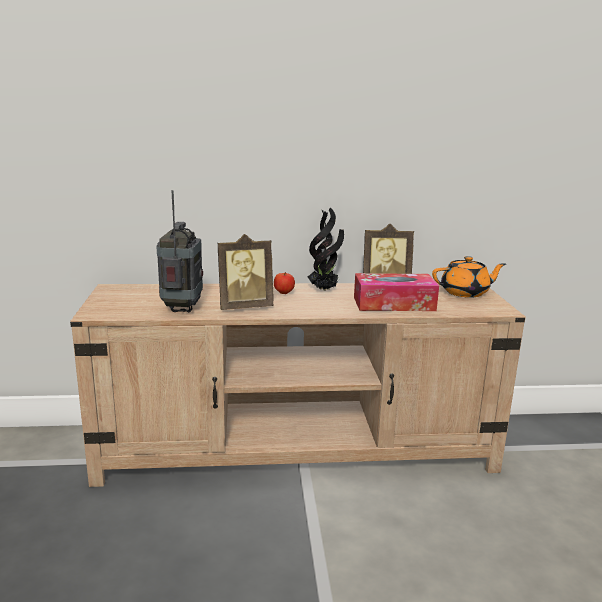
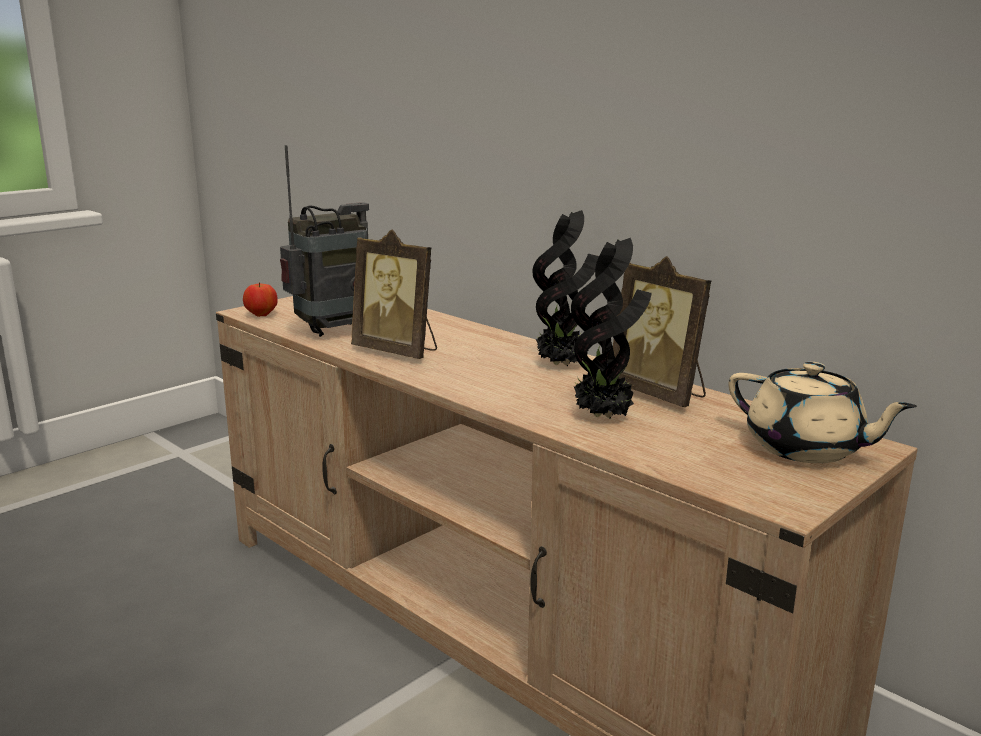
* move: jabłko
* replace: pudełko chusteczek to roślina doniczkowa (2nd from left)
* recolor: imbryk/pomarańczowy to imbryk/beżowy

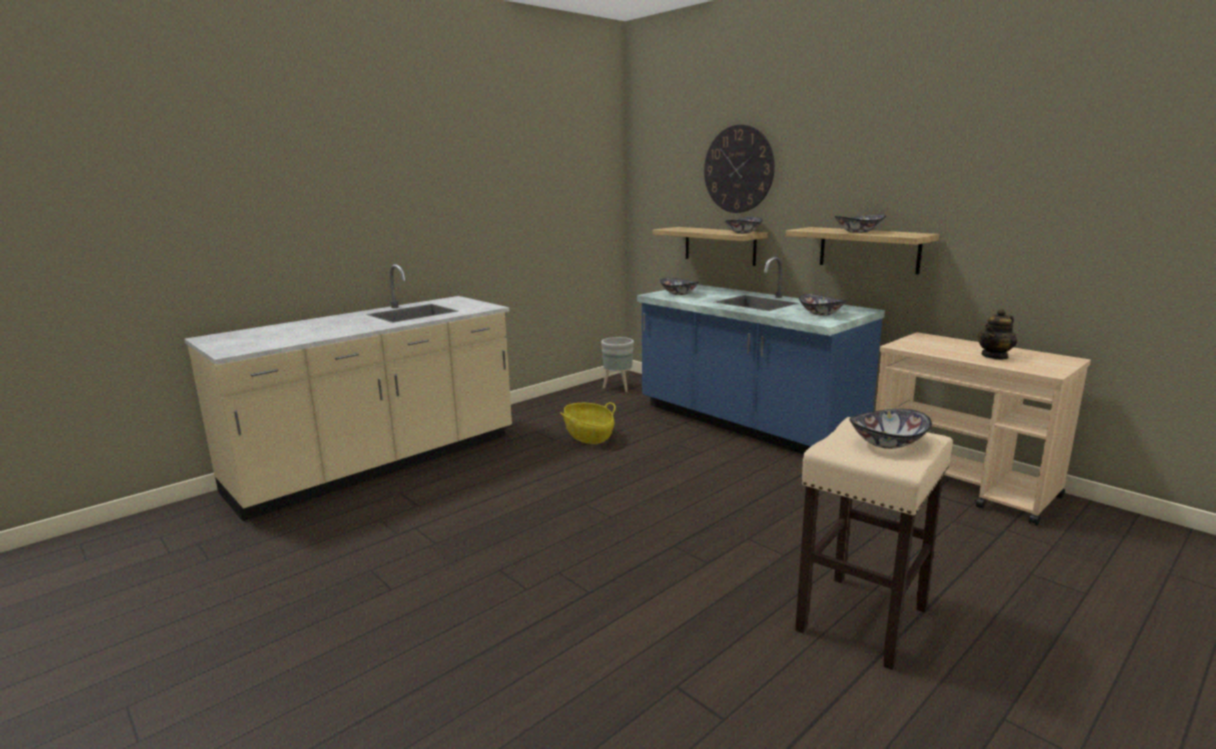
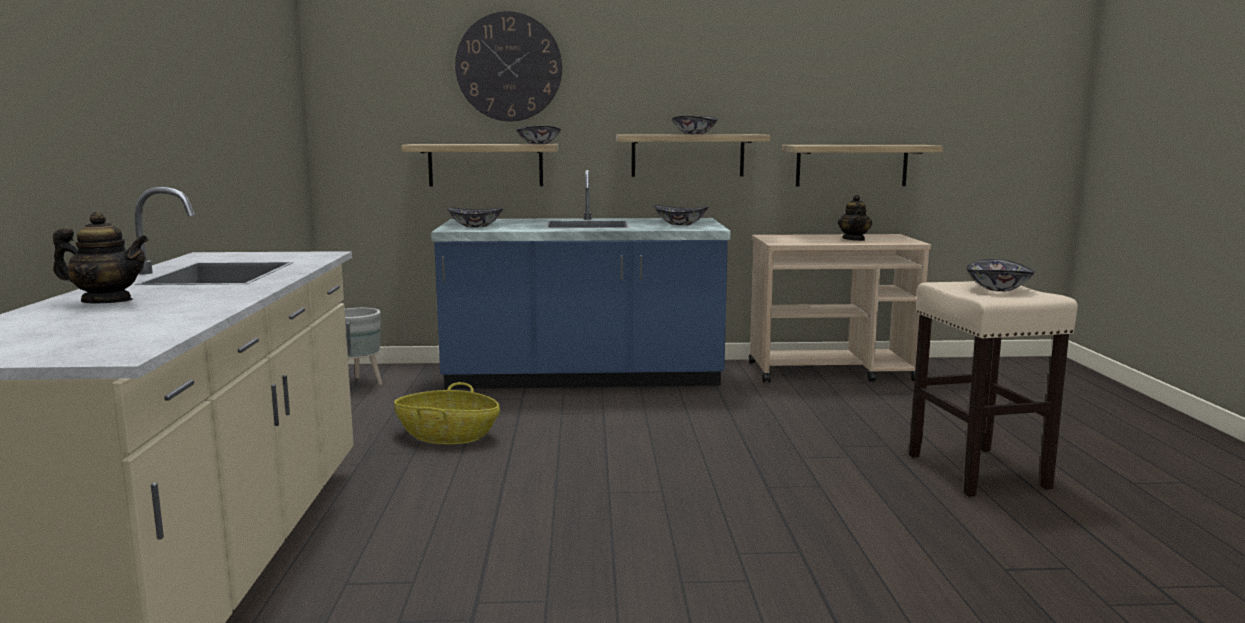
* insert: imbryk (1st from left)
* insert: półka (3rd from left)

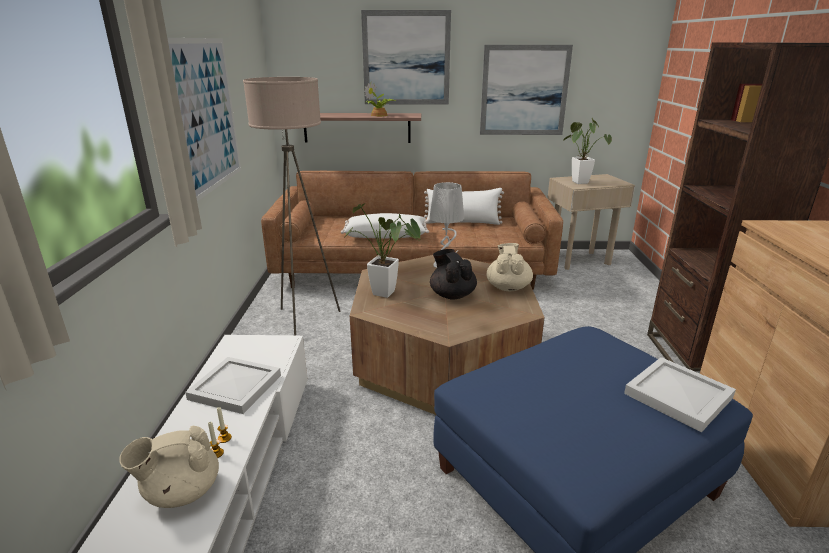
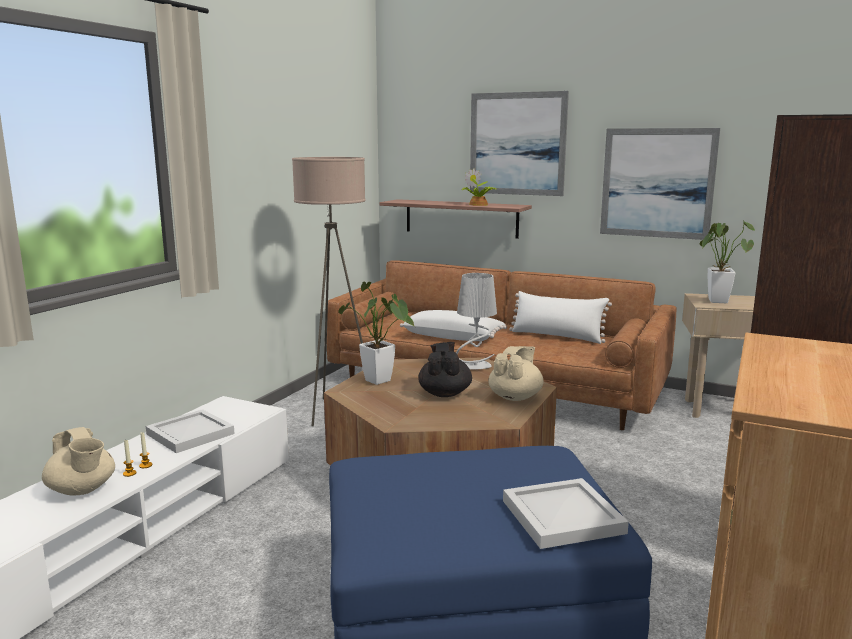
* rotate: imbryk/beżowy (1st from left) 135 degrees counterclockwise
* delete: obraz (1st from left)

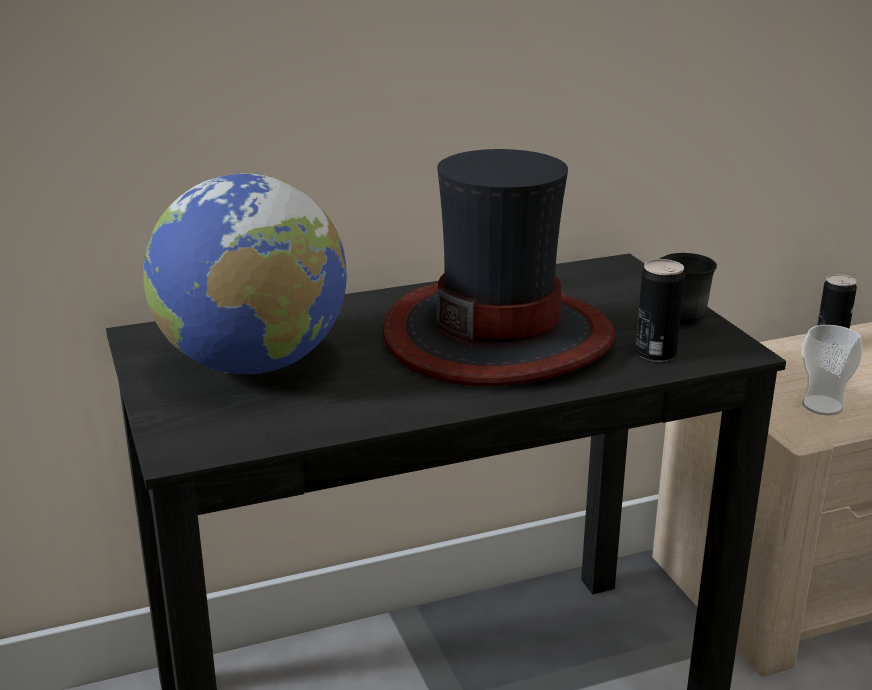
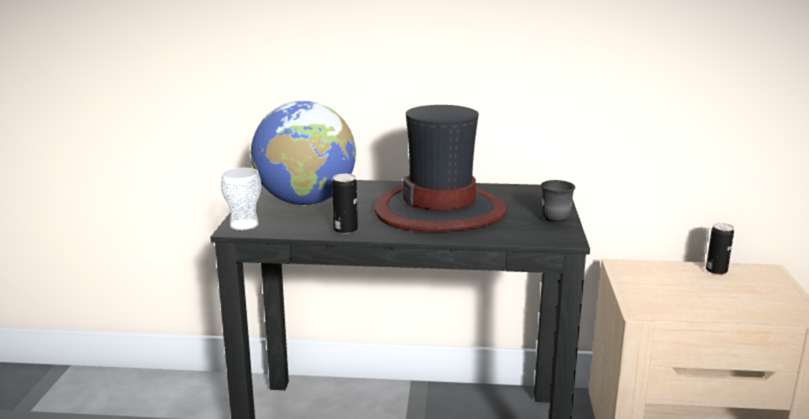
* move: filiżanka
* move: puszka (1st from left)

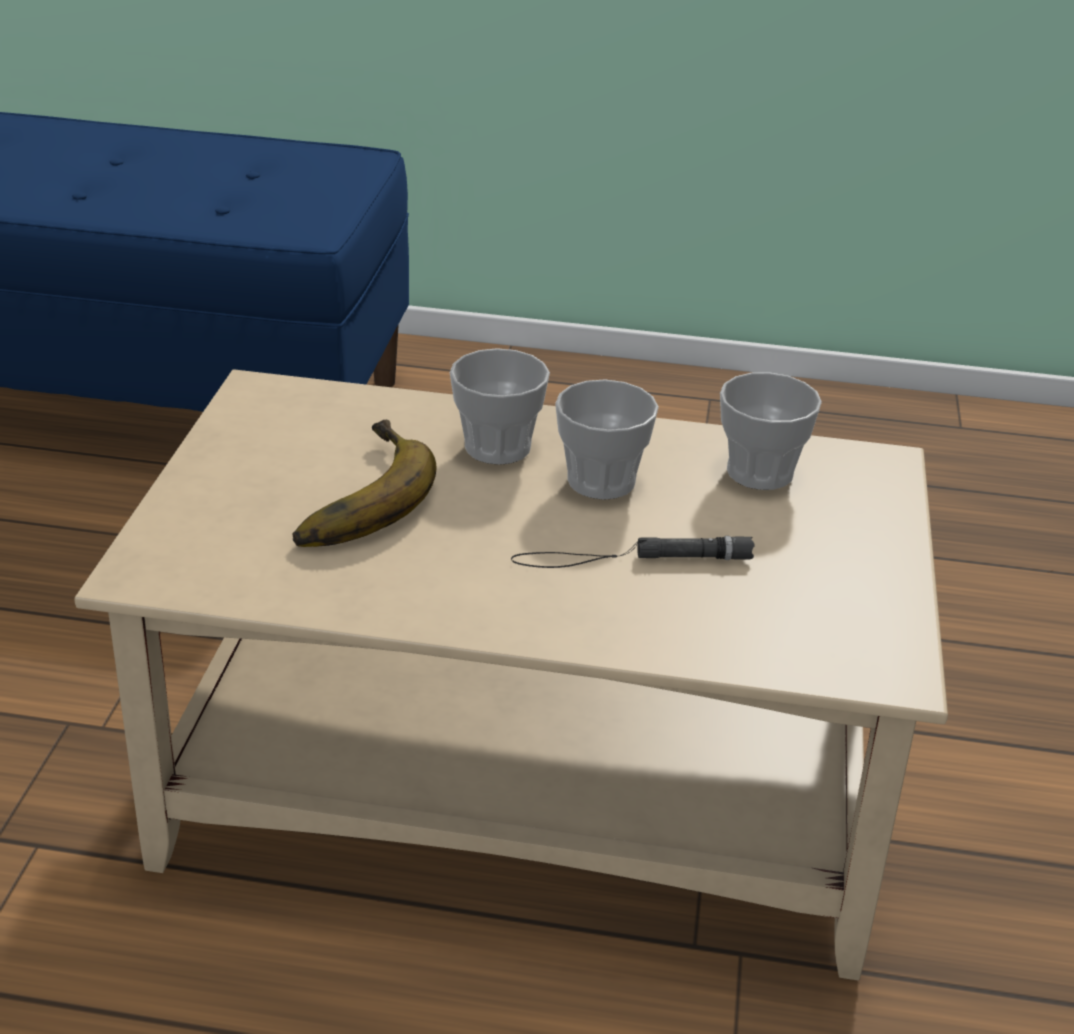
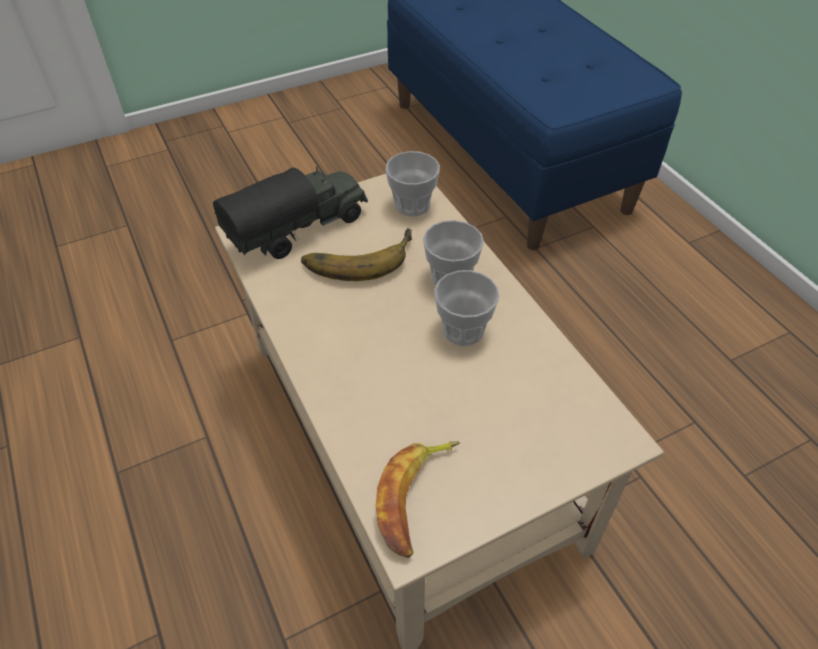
* insert: ciężarówka zabawkowa
* insert: banan (2nd from left)
* move: filiżanka (3rd from left in the first image) to filiżanka (1st from left)
* delete: latarka/czarny

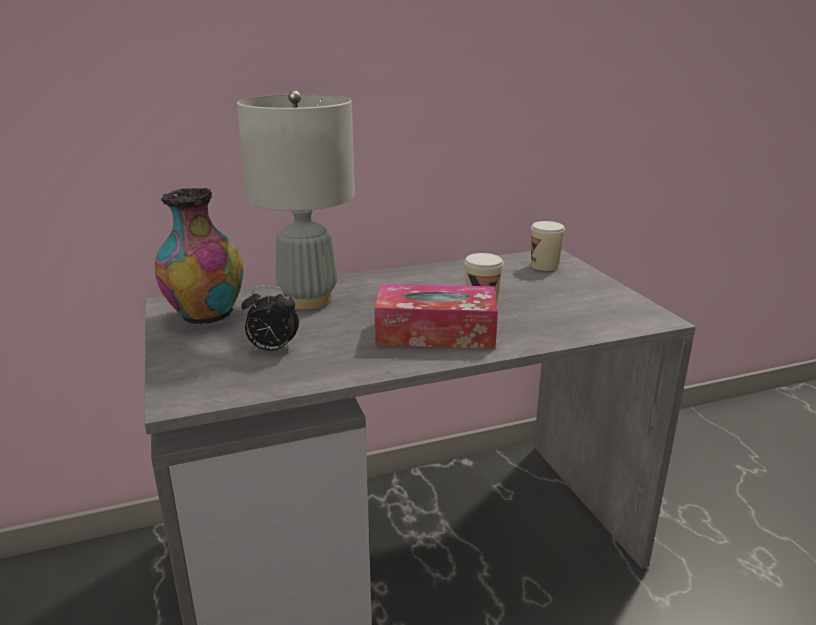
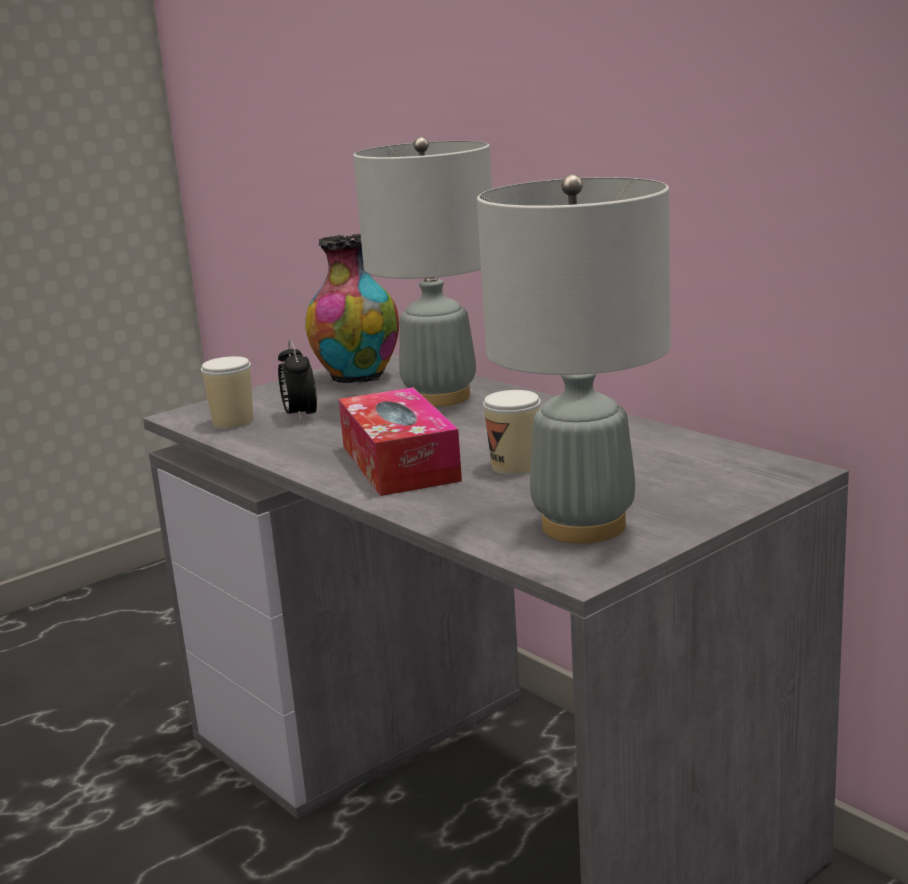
* move: filiżanka (2nd from left in the first image) to filiżanka (1st from left)
* insert: lampa stołowa/szary (2nd from left)

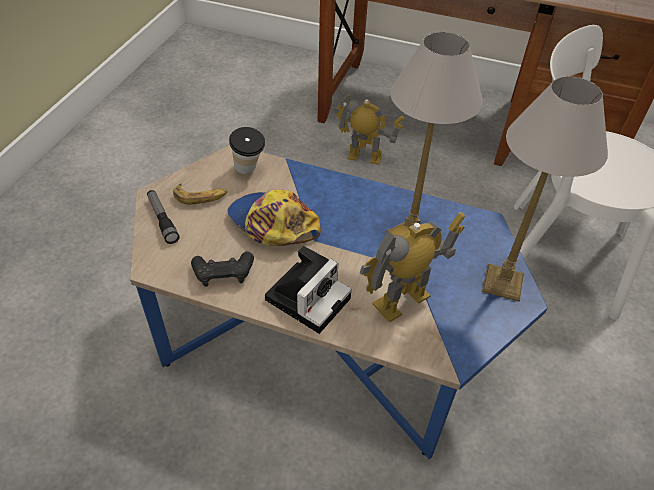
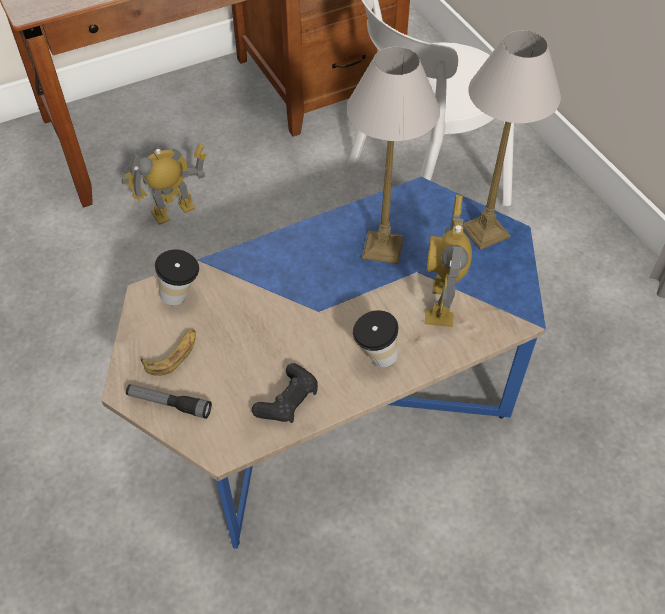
* replace: aparat fotograficzny to filiżanka (2nd from left)
* delete: czapka z daszkiem

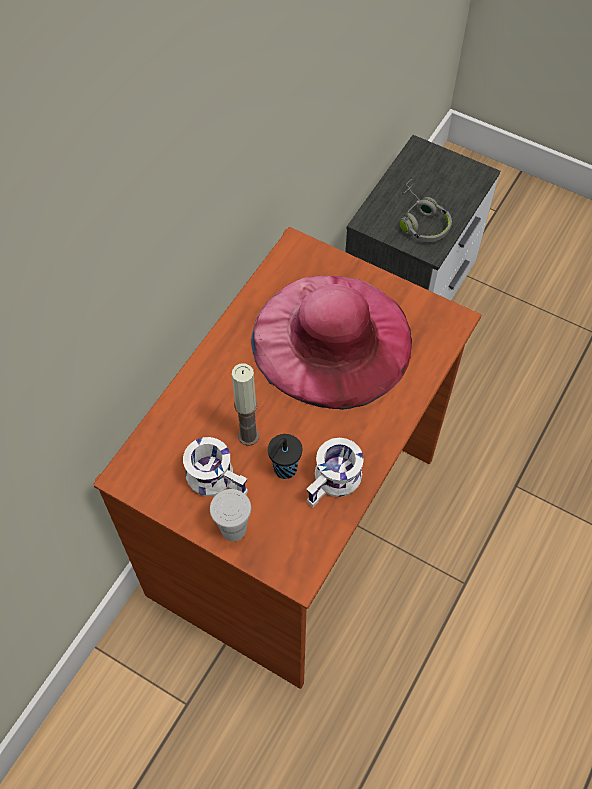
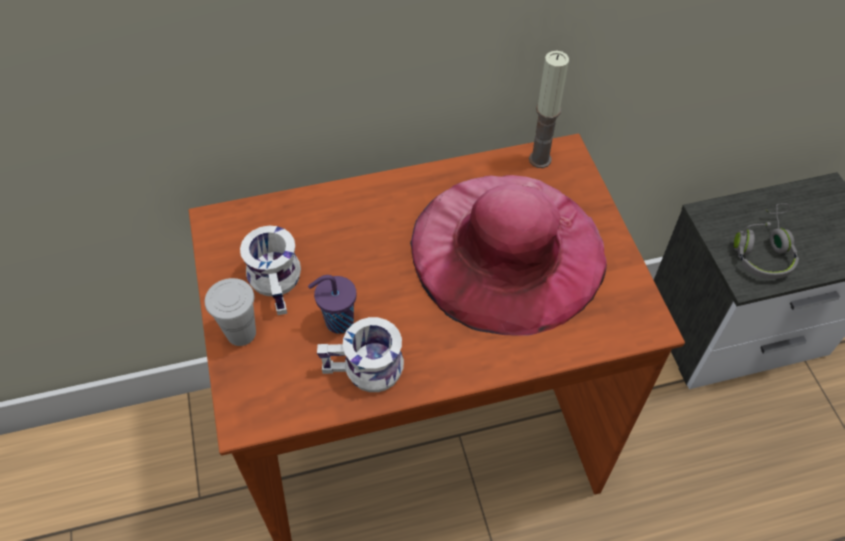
* recolor: filiżanka/czarny to filiżanka/fioletowy
* move: świeca

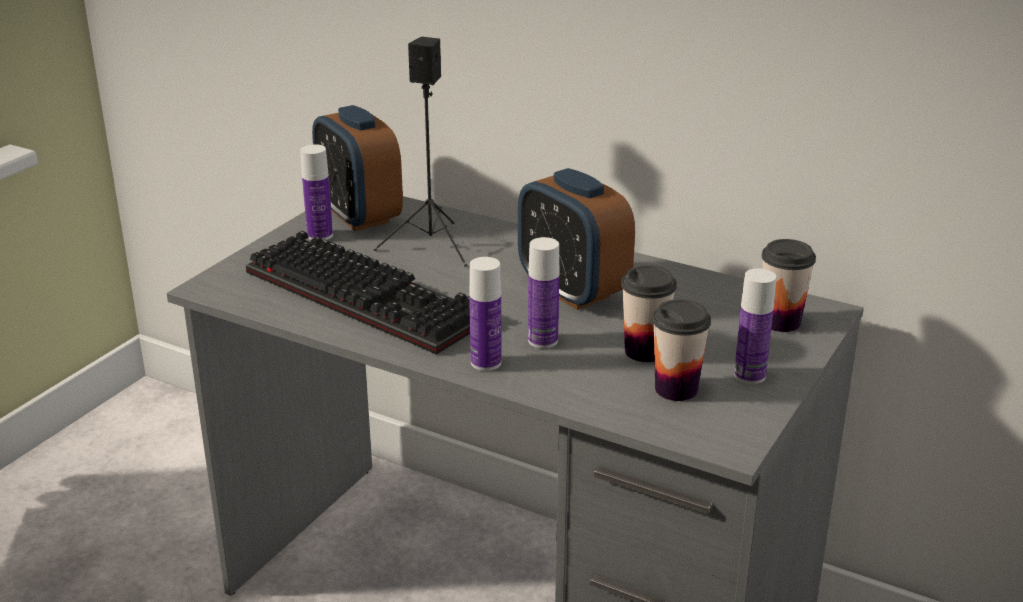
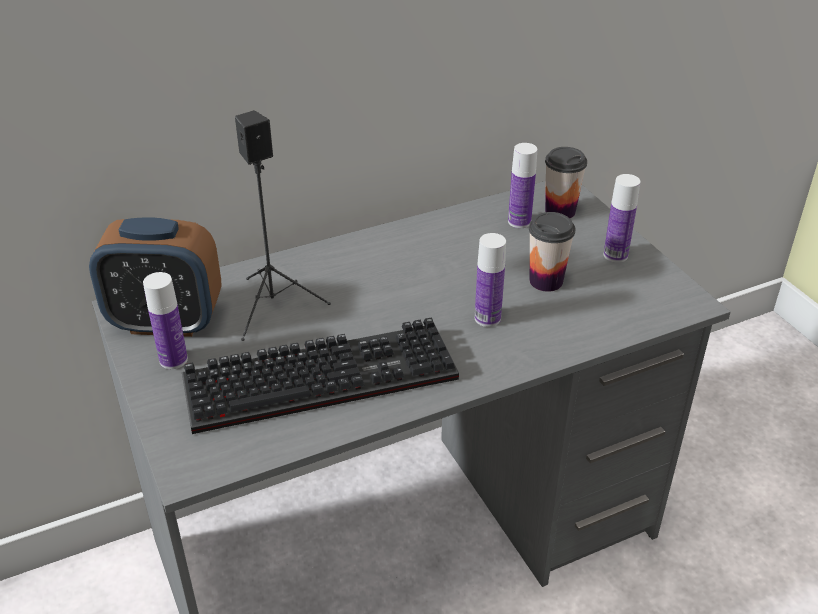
* move: butelka (2nd from left in the first image) to butelka (3rd from left)
* delete: budzik (2nd from left)
* delete: filiżanka (2nd from left)

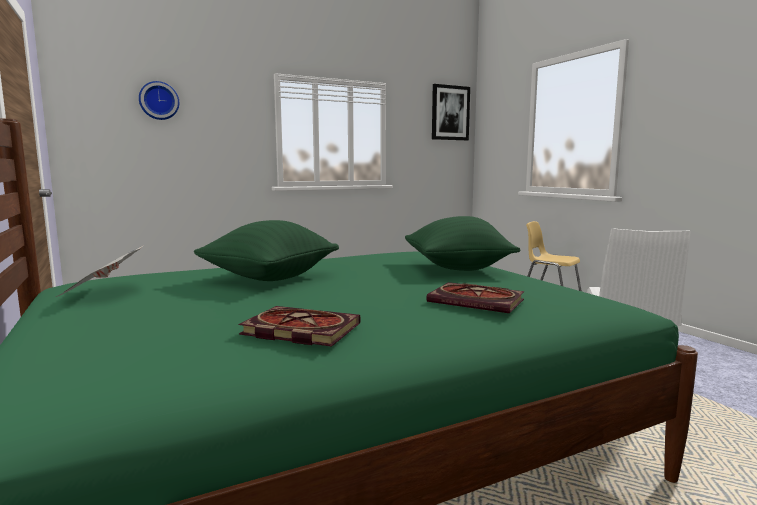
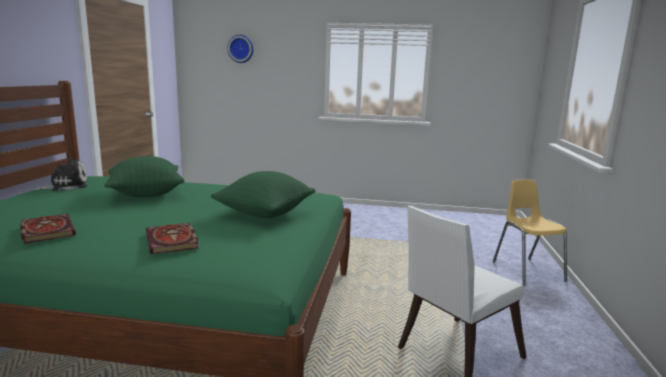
* replace: gazeta to pluszak
* delete: obraz

